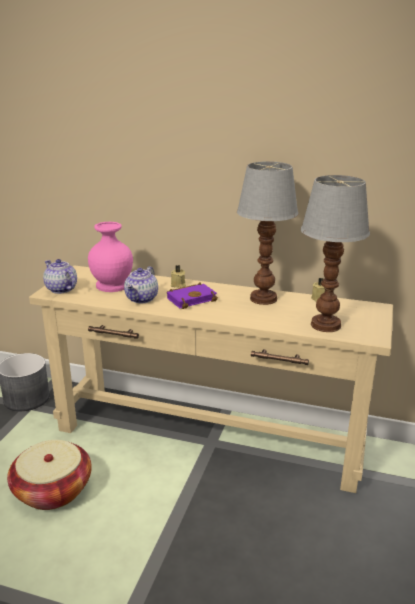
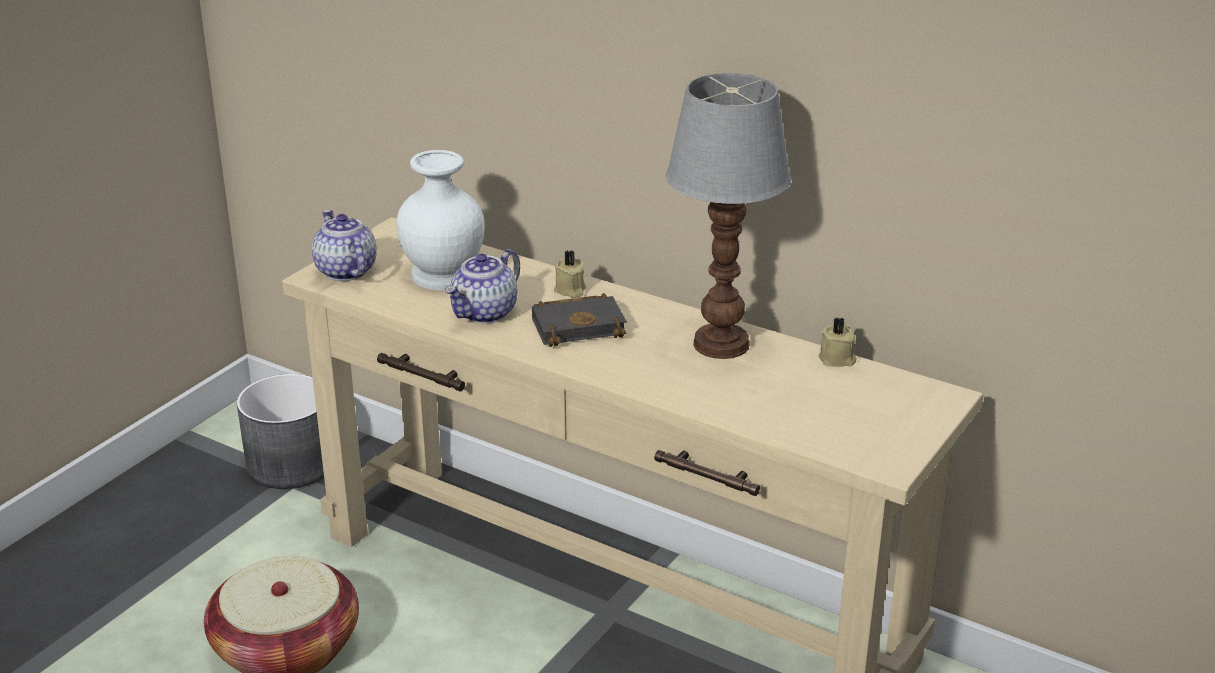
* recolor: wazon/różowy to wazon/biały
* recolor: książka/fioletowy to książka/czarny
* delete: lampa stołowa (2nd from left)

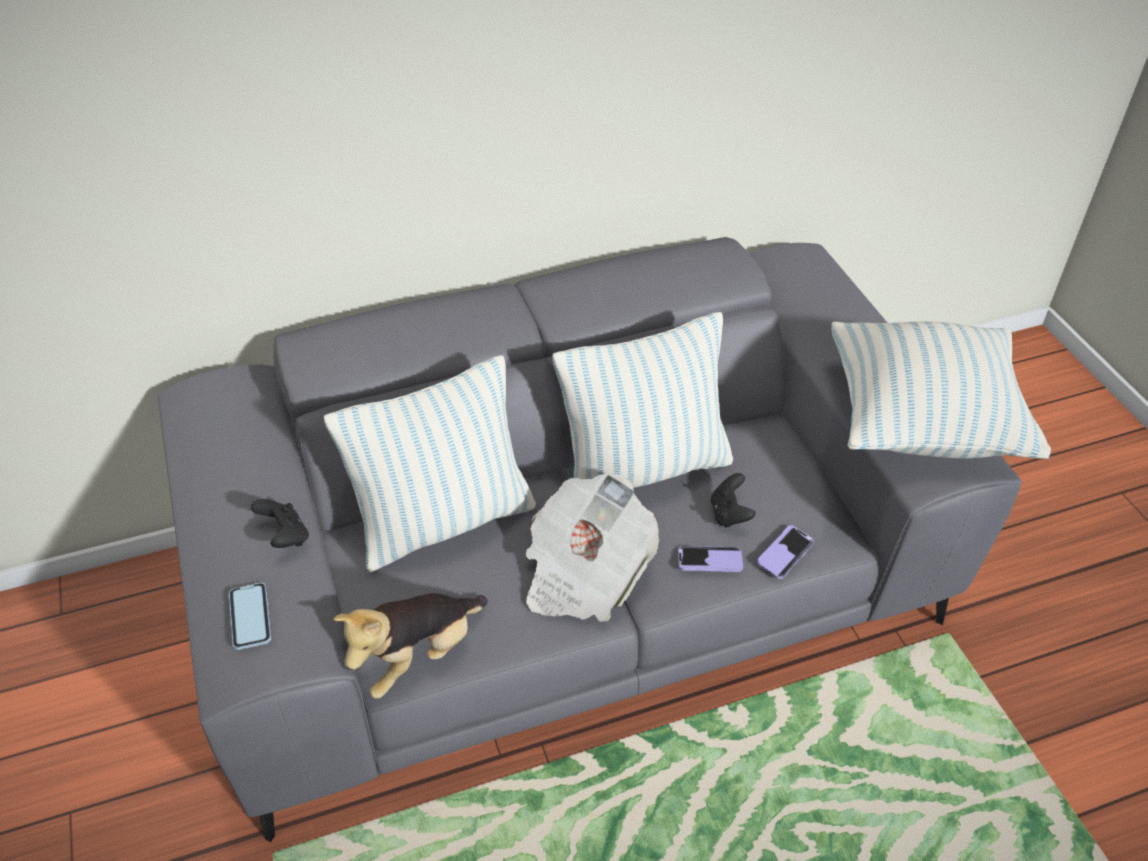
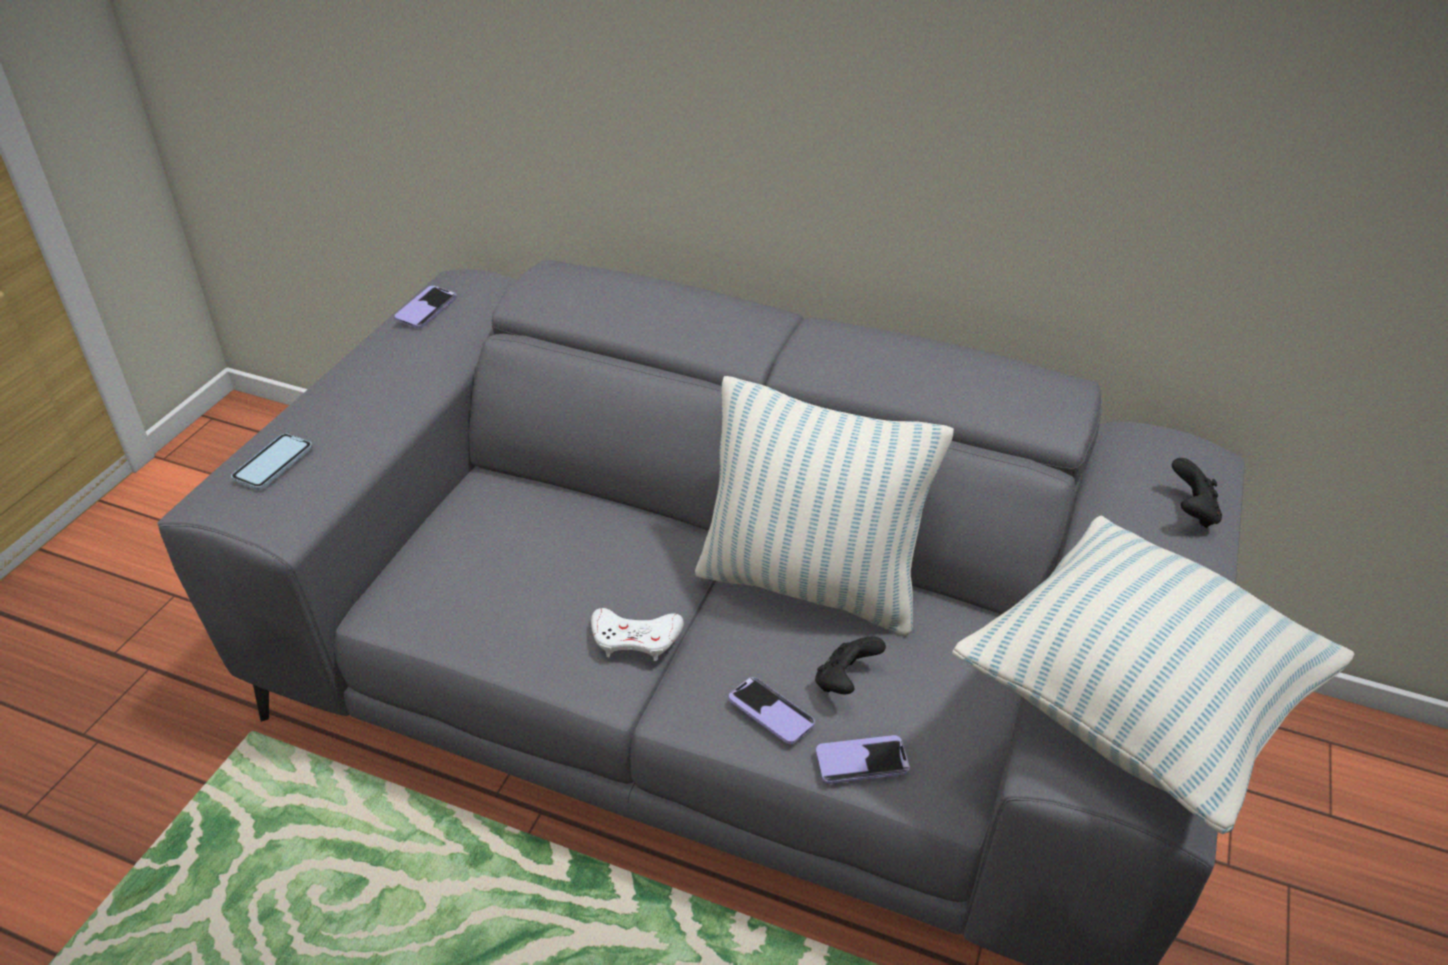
* insert: telefon (2nd from left)
* replace: gazeta to pad do gier/biały
* move: pad do gier/czarny (1st from left in the first image) to pad do gier/czarny (2nd from left)
* delete: poduszka (1st from left)
* delete: pluszak

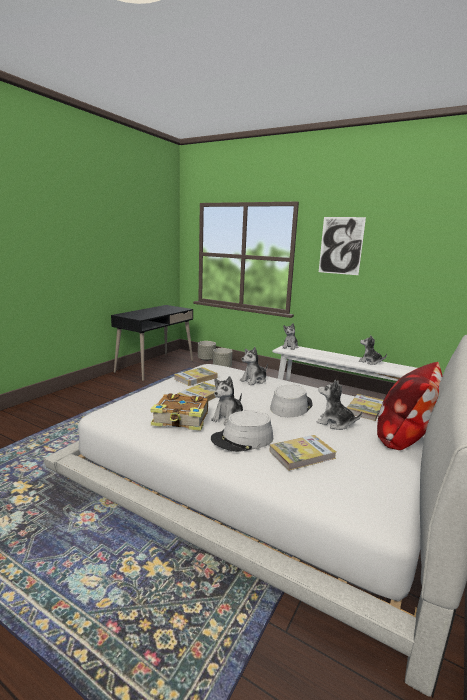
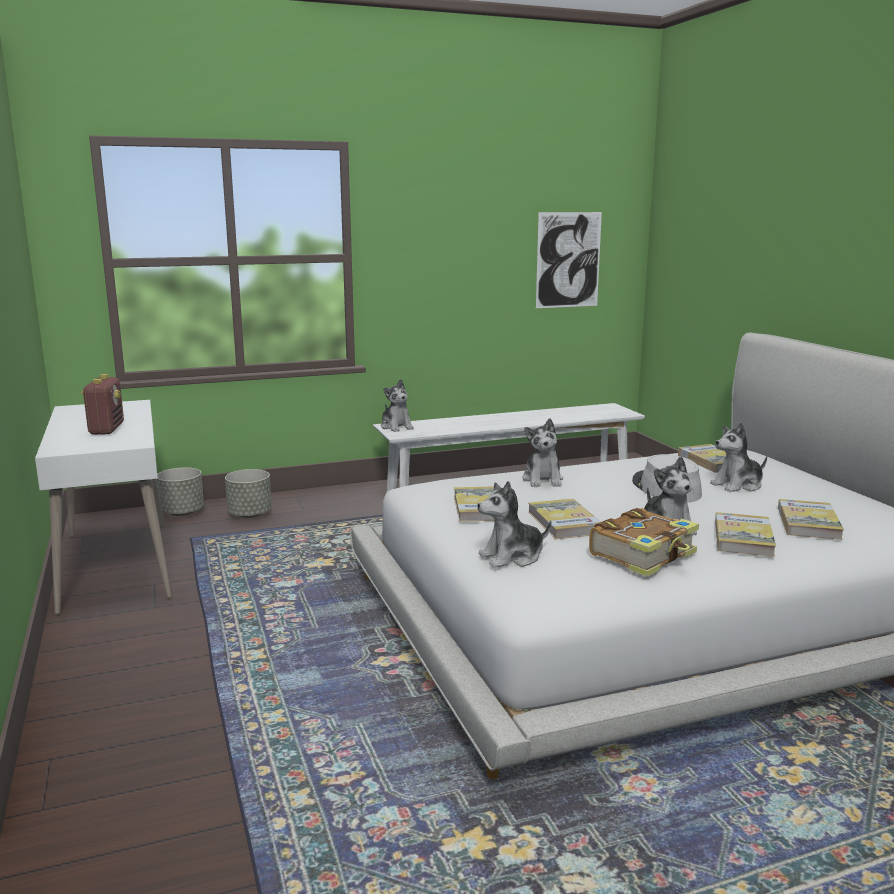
* recolor: biurko/czarny to biurko/biały
* insert: radio
* move: pluszak (5th from left in the first image) to pluszak (2nd from left)
* move: obraz
* replace: kapelusz/szary (1st from left) to książka (5th from left)
* delete: poduszka

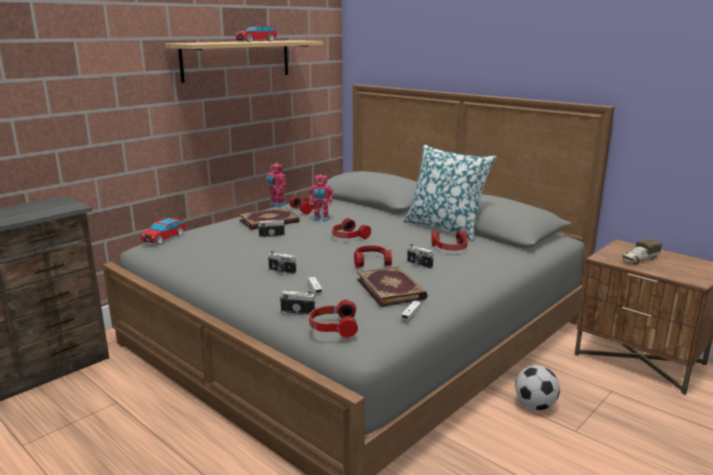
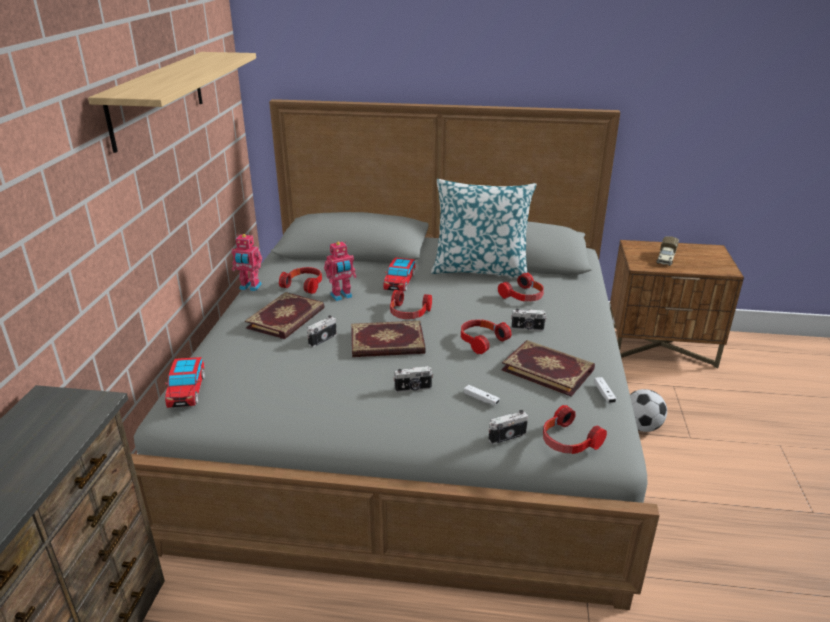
* insert: książka (2nd from left)
* move: samochodzik (2nd from left)

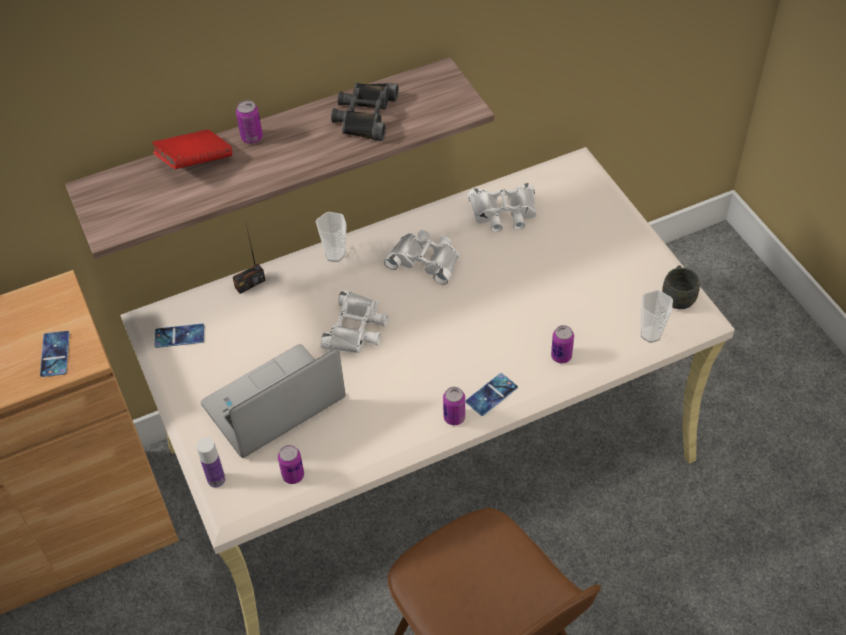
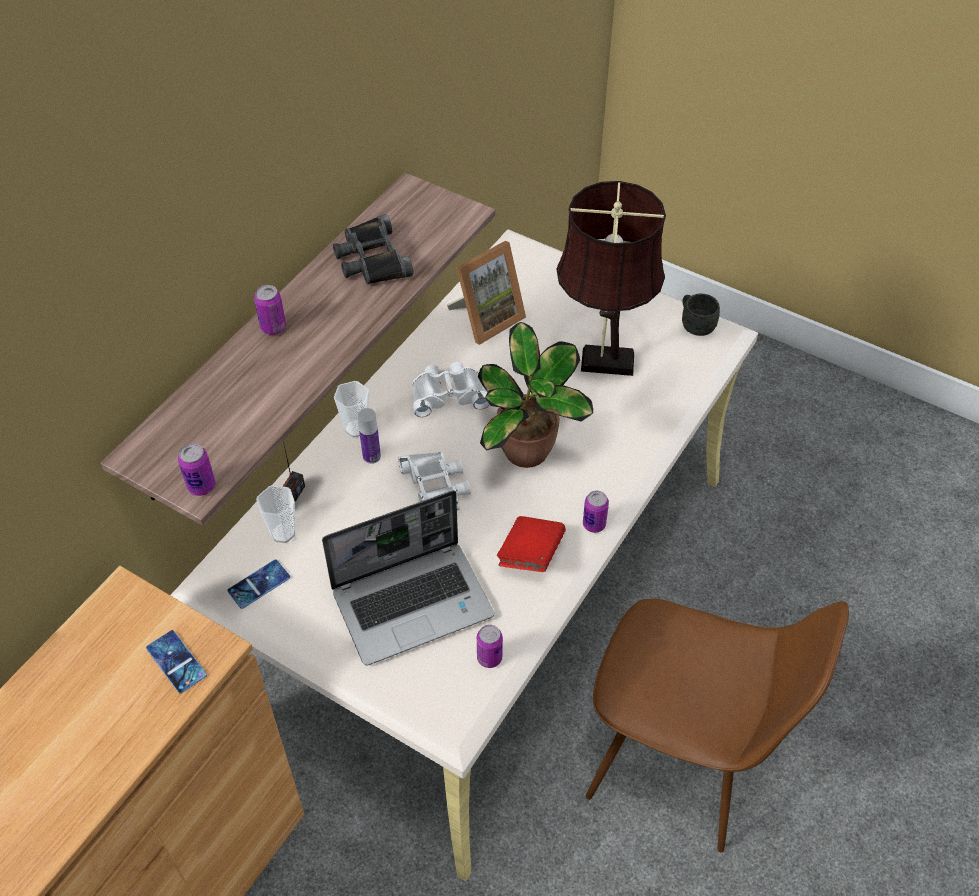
* move: puszka (4th from left in the first image) to puszka (1st from left)
* move: filiżanka (2nd from left in the first image) to filiżanka (1st from left)
* rotate: laptop 135 degrees counterclockwise
* move: butelka
* replace: lornetka/biały (3rd from left) to ramka na zdjęcie
* insert: roślina doniczkowa
* move: książka/czerwony
* insert: lampa stołowa/brązowy
* delete: telefon (3rd from left)

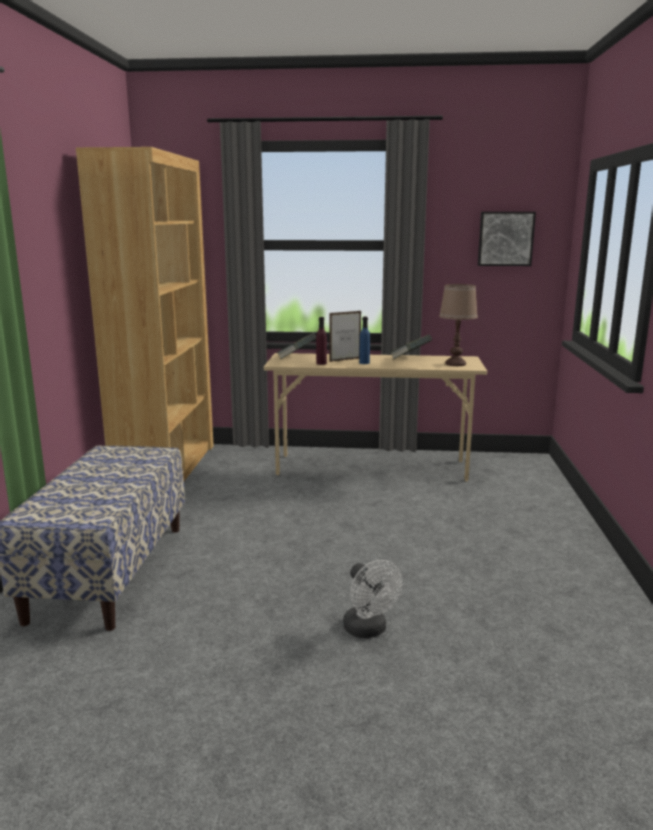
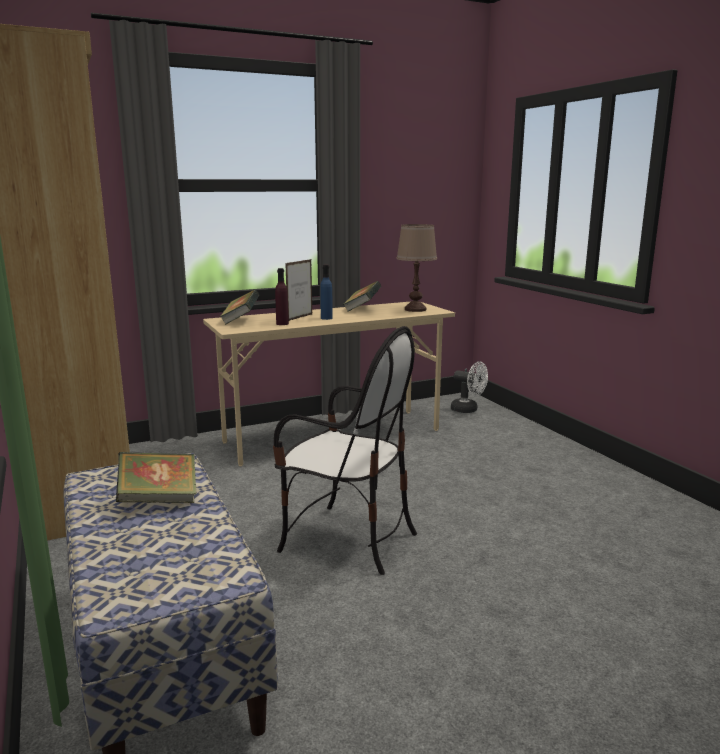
* insert: książka (1st from left)
* insert: krzesło
* move: wentylator/biały
* delete: obraz

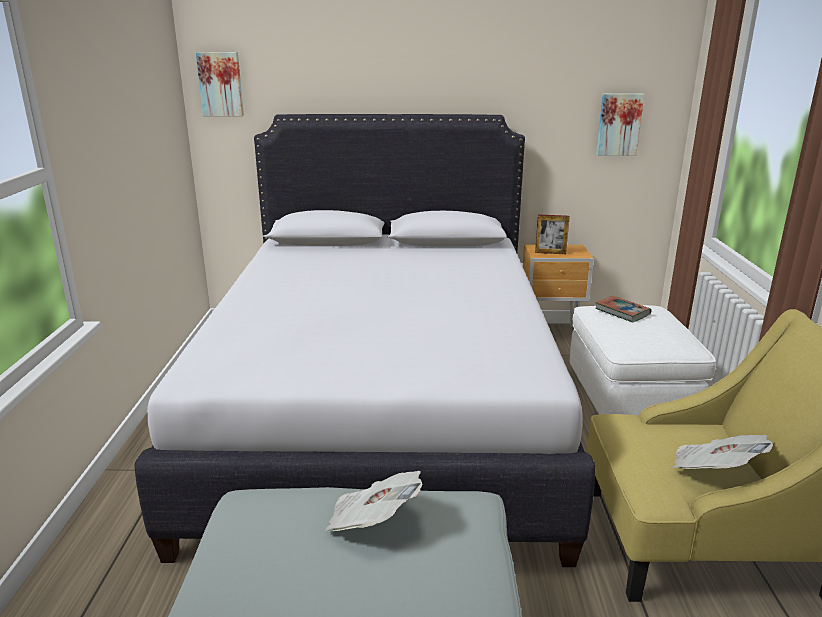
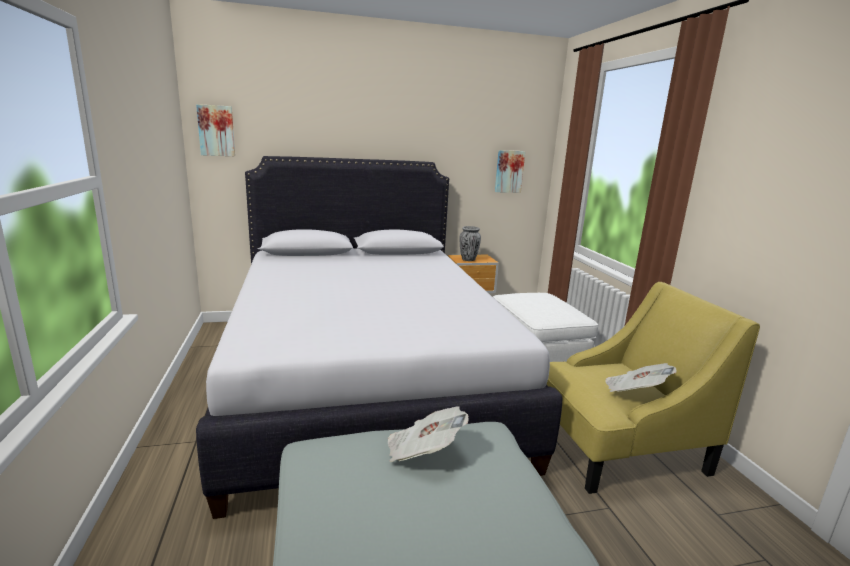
* replace: ramka na zdjęcie to wazon
* delete: książka

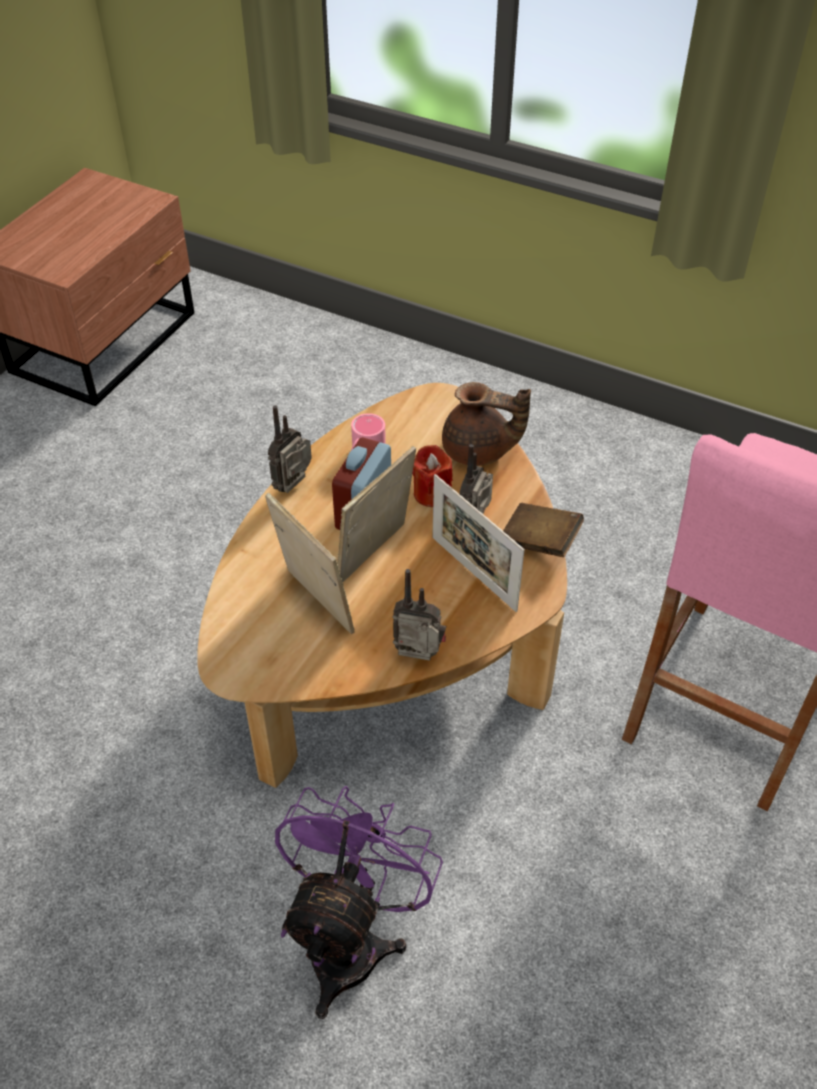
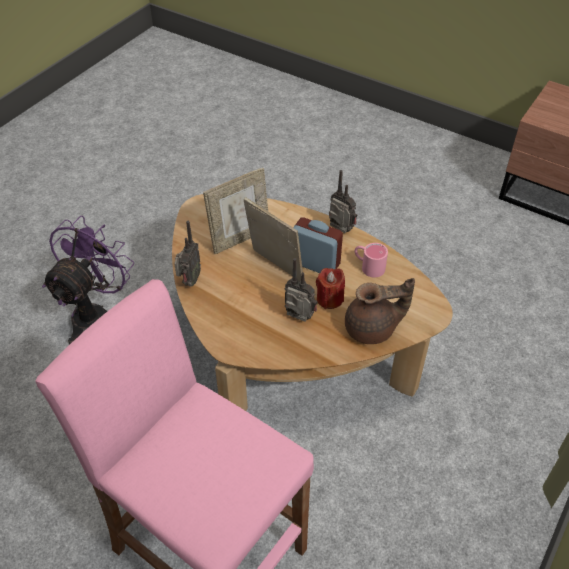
* rotate: wentylator/fioletowy 90 degrees counterclockwise
* rotate: imbryk/brązowy 120 degrees counterclockwise
* delete: ramka na zdjęcie (3rd from left)
* delete: książka/brązowy

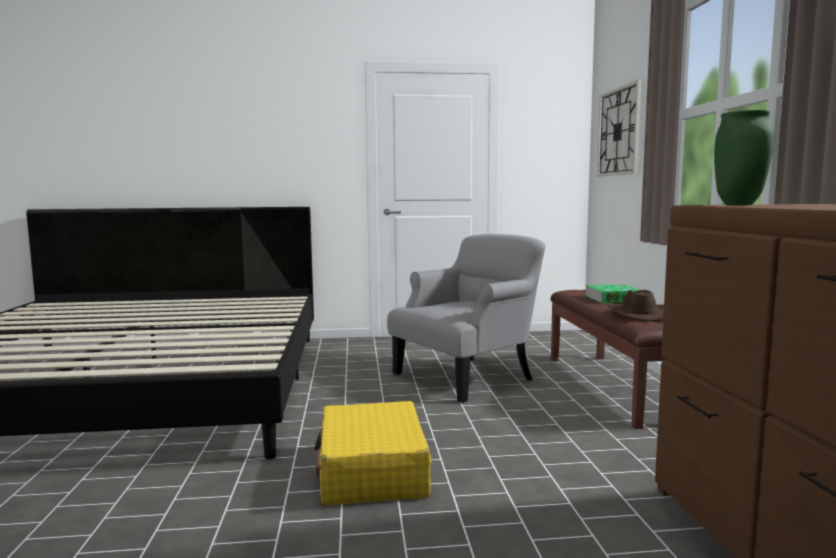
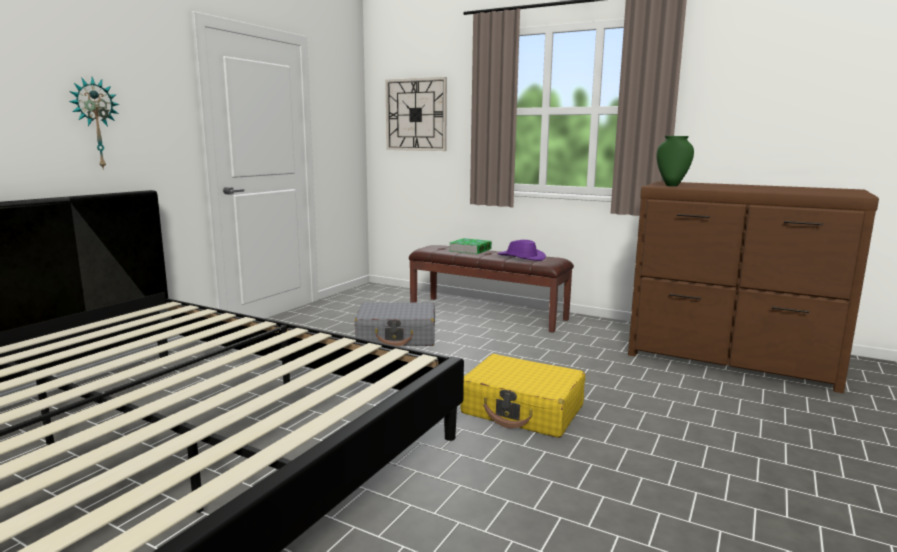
* insert: zegar ścienny (1st from left)
* replace: fotel/szary to walizka/szary
* recolor: kapelusz/brązowy to kapelusz/fioletowy

